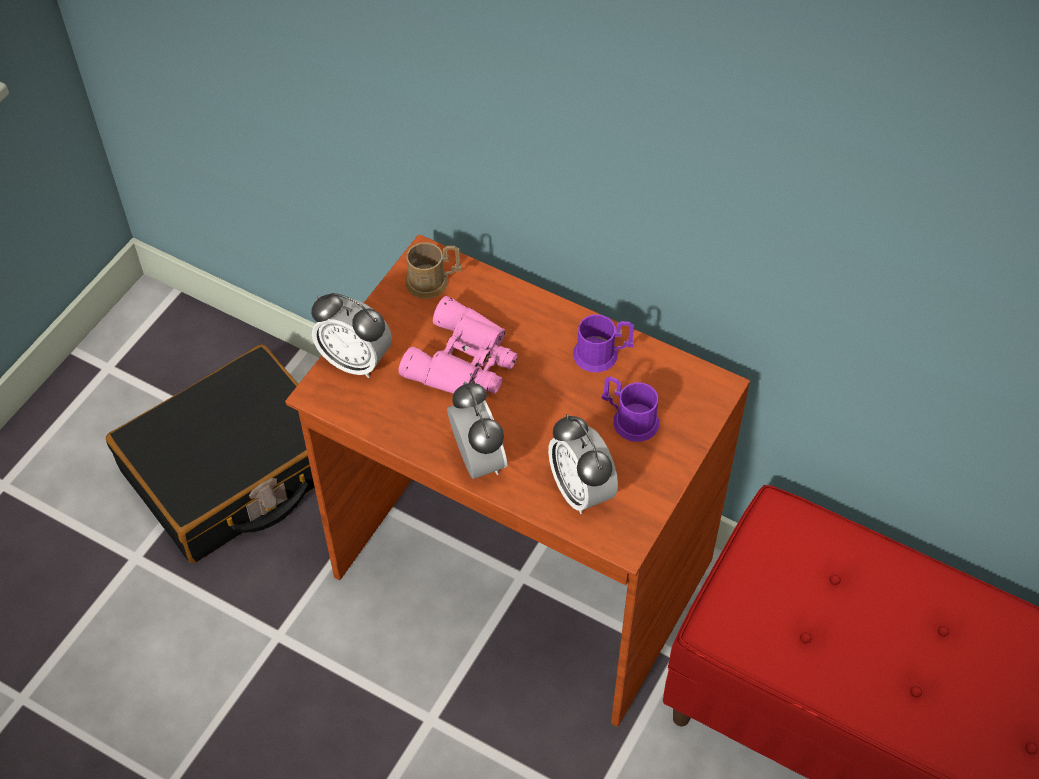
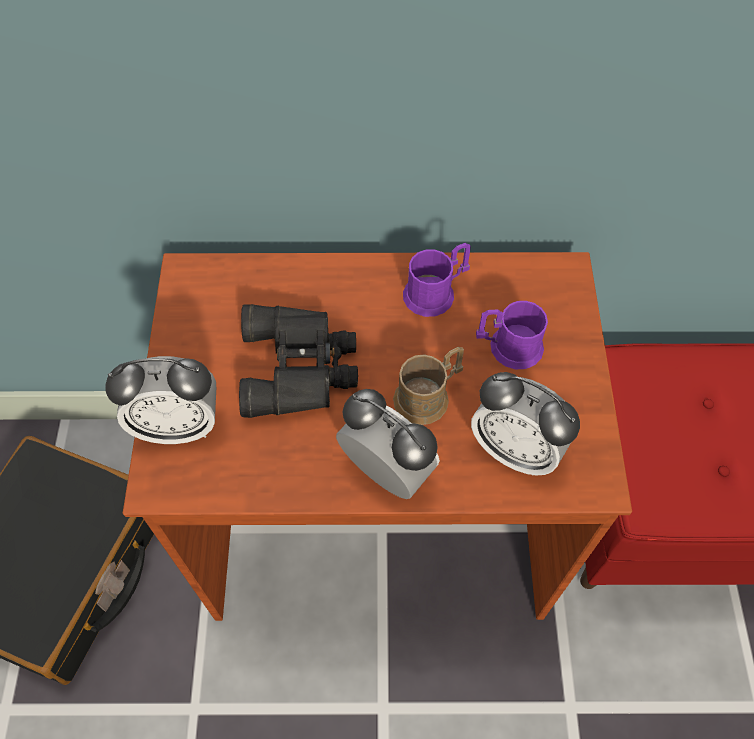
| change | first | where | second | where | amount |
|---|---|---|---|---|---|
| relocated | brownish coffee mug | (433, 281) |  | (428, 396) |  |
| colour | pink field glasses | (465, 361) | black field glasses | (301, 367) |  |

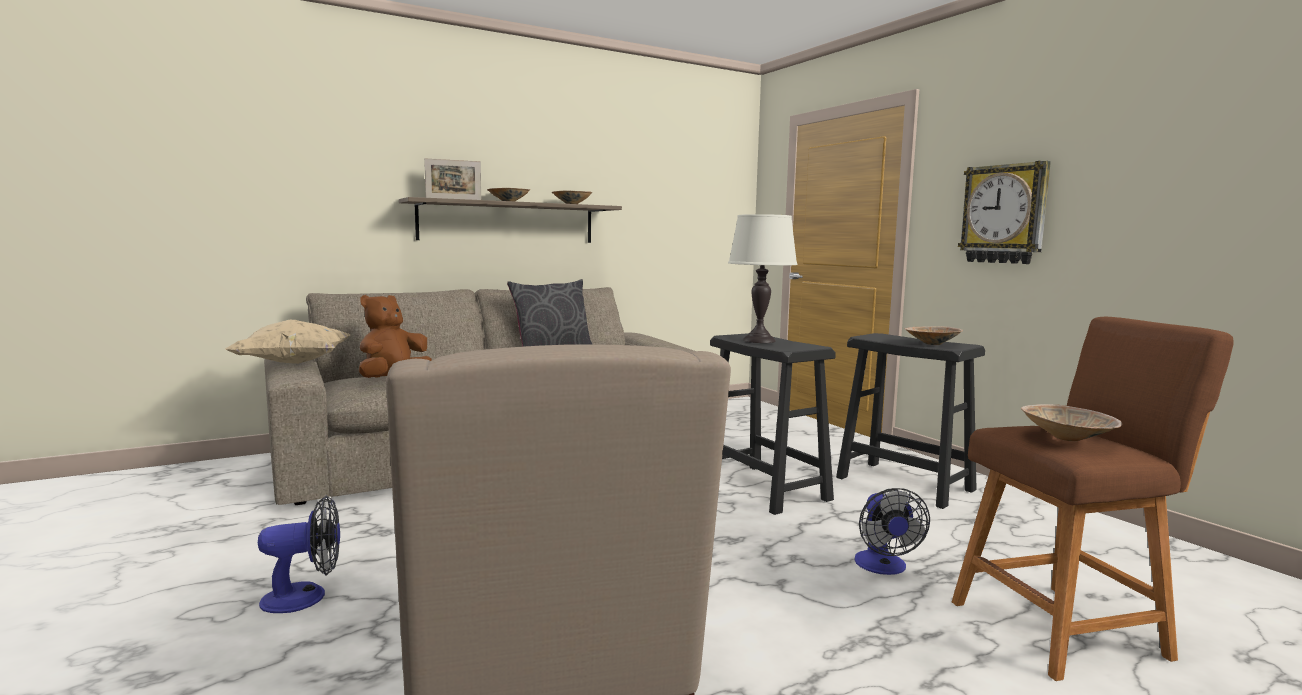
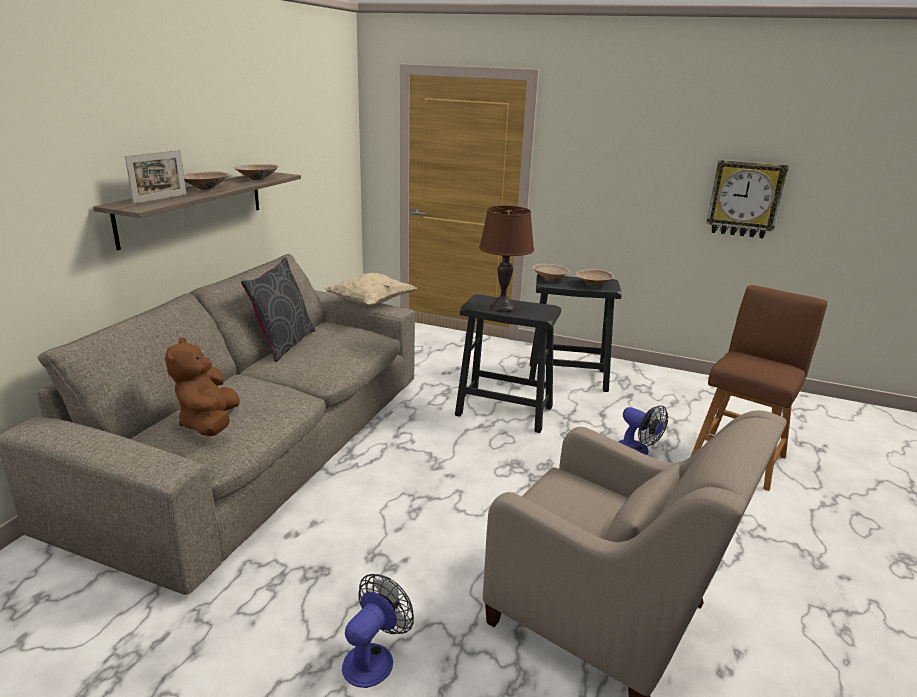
| change | first | where | second | where | amount |
|---|---|---|---|---|---|
| relocated | beige throw pillow | (293, 363) |  | (371, 303) |  |
| relocated | wall clock | (1004, 214) |  | (744, 199) |  |
| relocated | beige serving bowl | (1069, 439) |  | (550, 279) |  |
| colour | white tabletop lamp | (759, 340) | brownish tabletop lamp | (502, 307) |  |

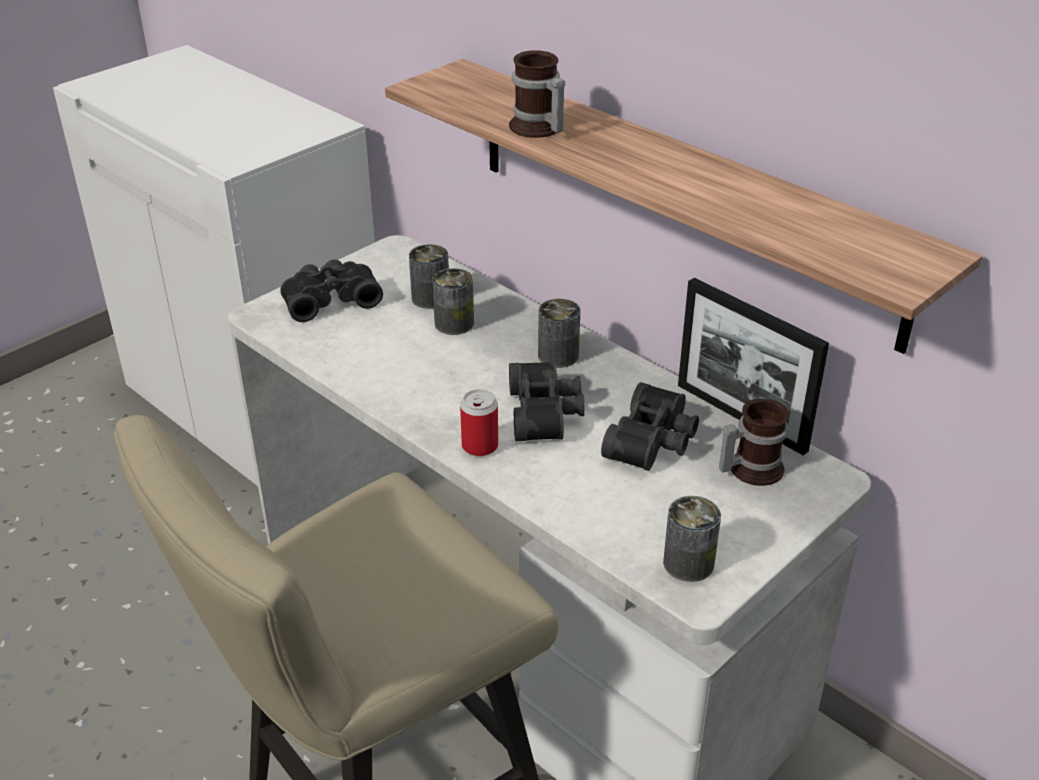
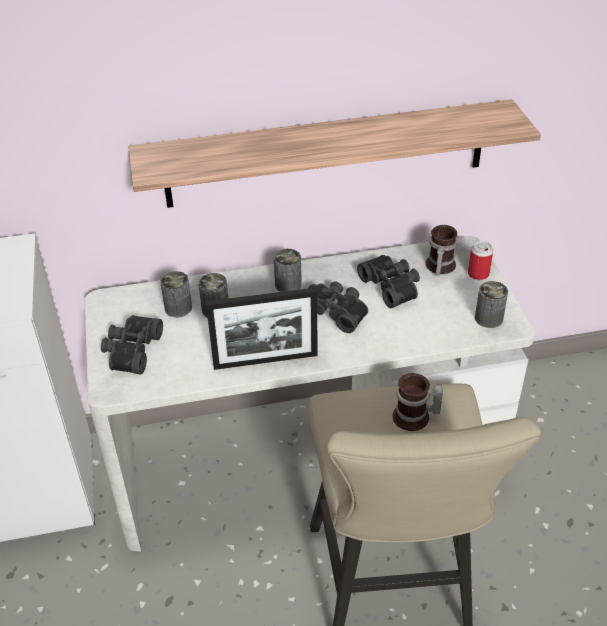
| change | first | where | second | where | amount |
|---|---|---|---|---|---|
| relocated | metal can | (480, 446) |  | (478, 274) |  |
| relocated | coffee mug | (536, 129) |  | (415, 418) |  |
| relocated | standing frame | (740, 417) |  | (265, 360) |  |

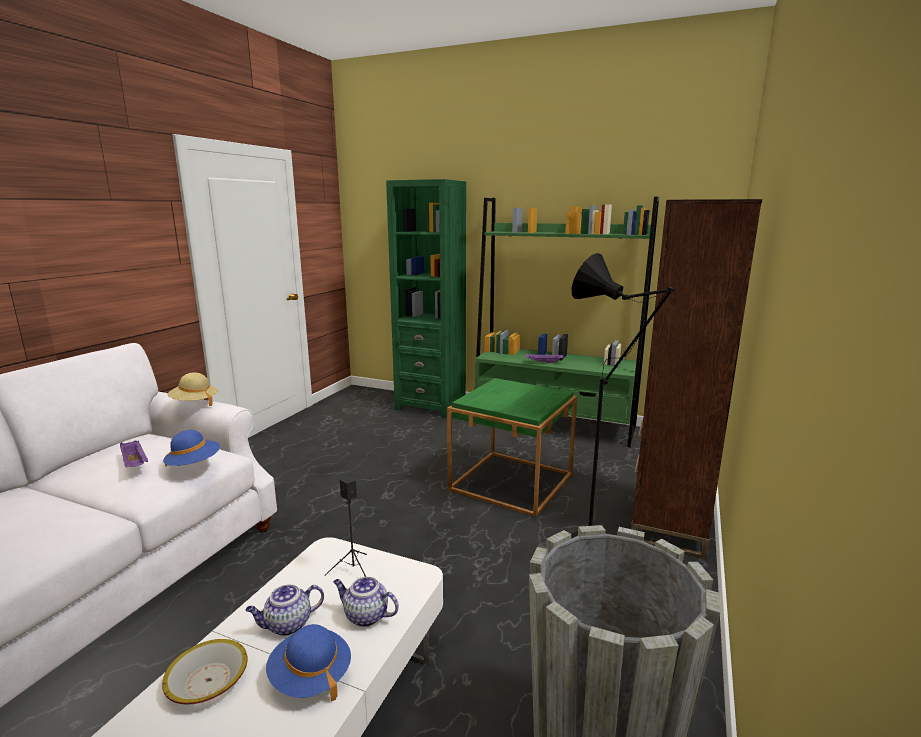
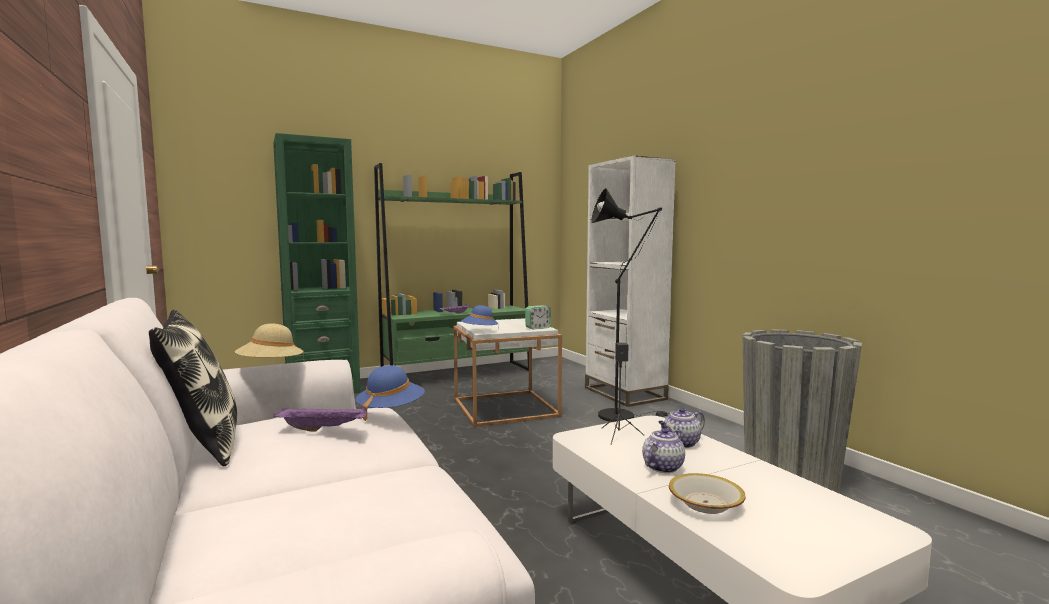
| change | first | where | second | where | amount |
|---|---|---|---|---|---|
| appeared |  |  | throw pillow | (203, 445) |  |
| appeared |  |  | alarm clock | (538, 328) |  |
| relocated | bluish wearable hat | (310, 677) |  | (479, 331) |  |
| colour | green-coloured accent table | (511, 482) | white accent table | (505, 407) |  |
| colour | brownish bookshelf | (668, 523) | white bookshelf | (624, 393) |  |
| spun | tea pot | (287, 625) |  | (663, 467) | 150 degrees counterclockwise |

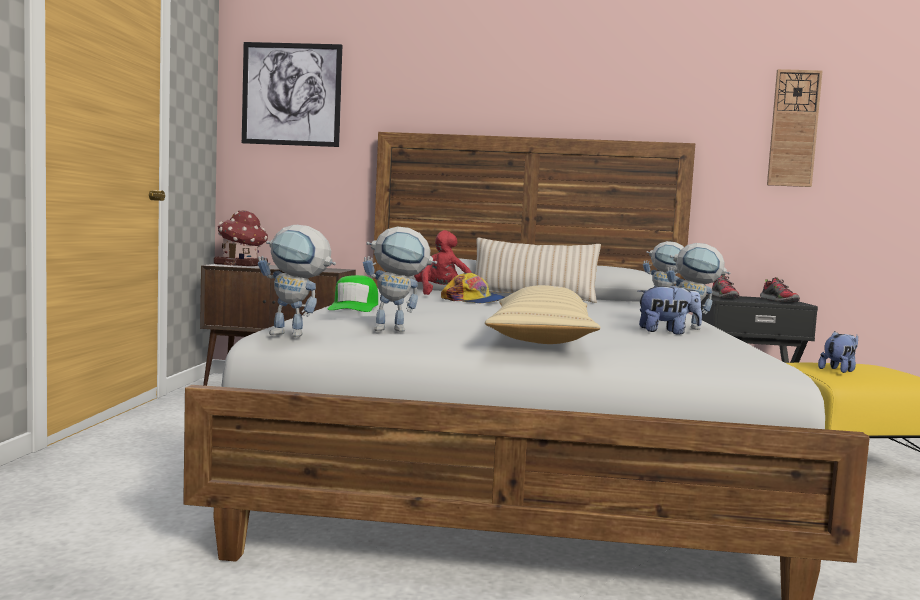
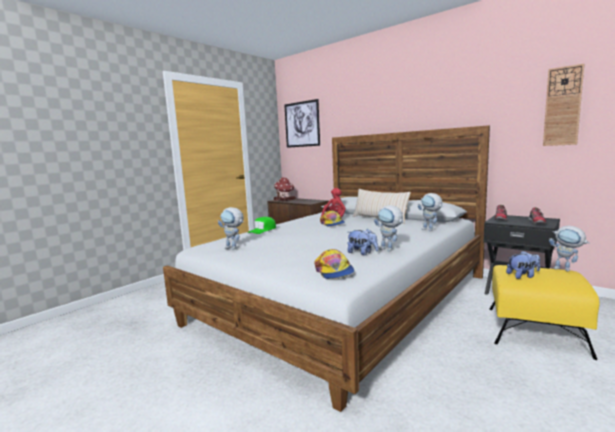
| change | first | where | second | where | amount |
|---|---|---|---|---|---|
| missing | beige throw pillow | (541, 337) |  |  |  |
| appeared |  |  | peaked cap | (334, 271) |  |
| relocated | model robot | (297, 335) |  | (566, 269) |  |

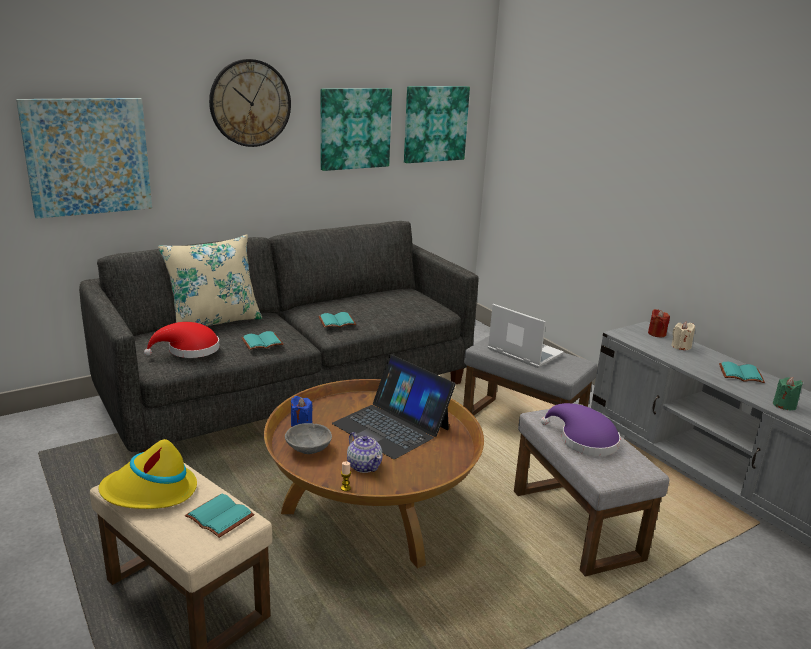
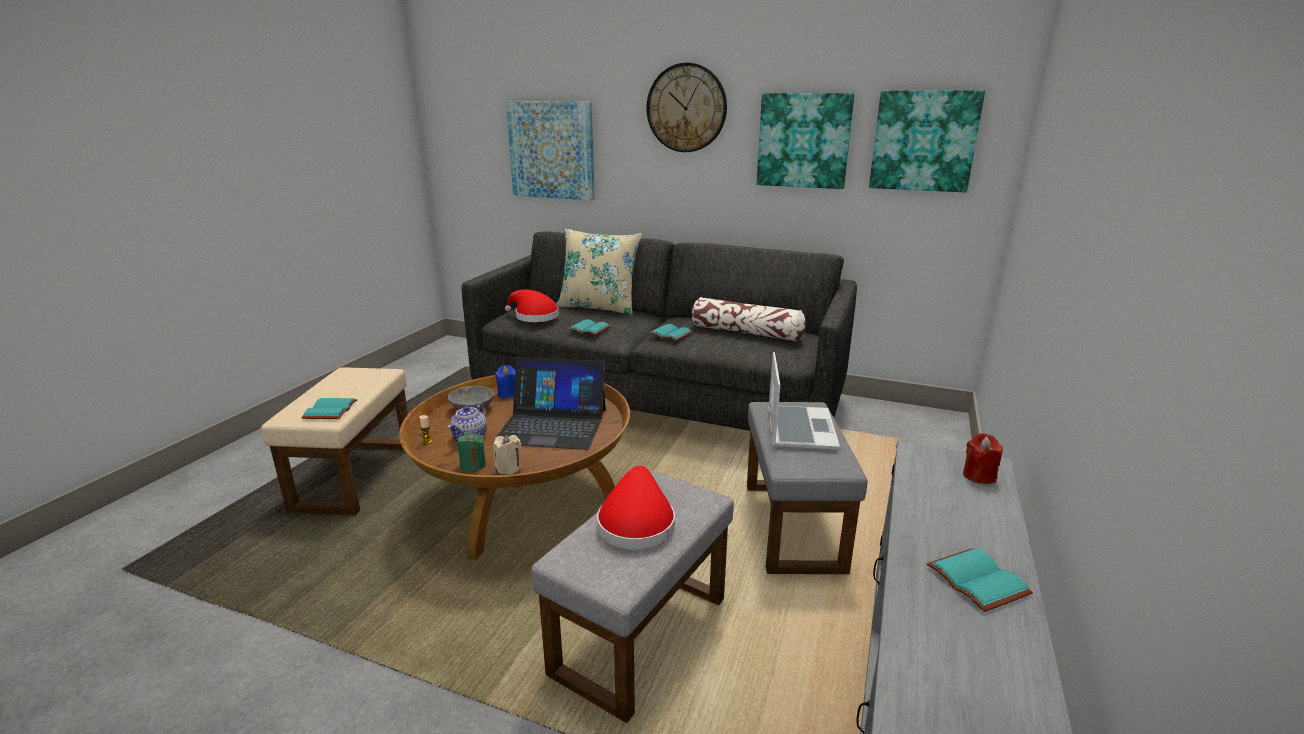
| change | first | where | second | where | amount |
|---|---|---|---|---|---|
| missing | yellow-coloured wearable hat | (150, 492) |  |  |  |
| appeared |  |  | throw pillow | (746, 332) |  |
| relocated | beige wax candle | (680, 346) |  | (508, 468) |  |
| relocated | green-coloured wax candle | (784, 405) |  | (473, 465) |  |
| colour | purplish wearable hat | (584, 440) | red-coloured wearable hat | (636, 522) |  |
| spun | portable computer | (392, 426) |  | (552, 425) | 90 degrees counterclockwise |

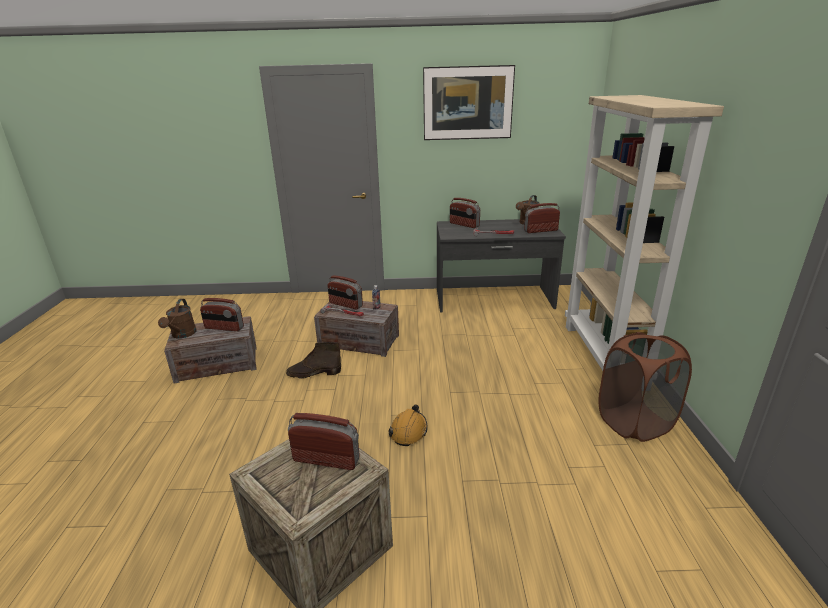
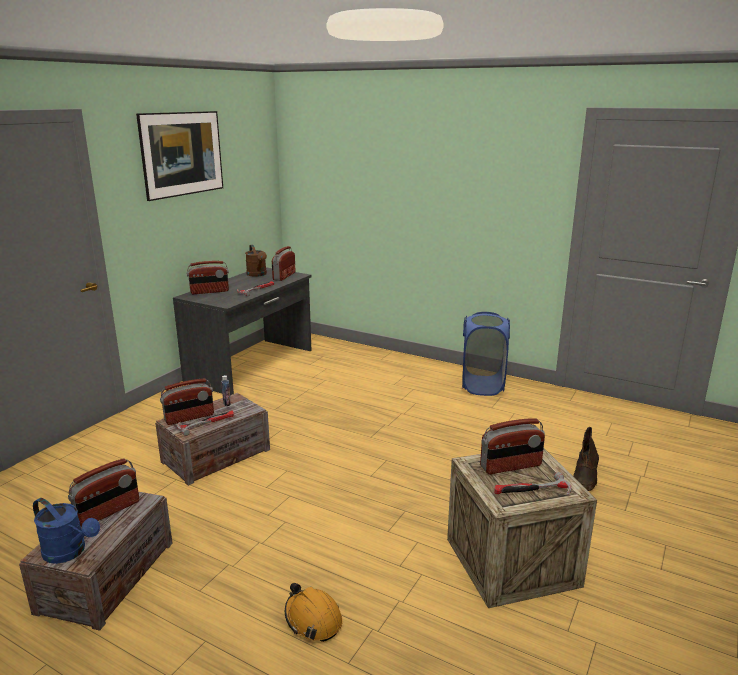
| change | first | where | second | where | amount |
|---|---|---|---|---|---|
| missing | beige bookshelf | (604, 355) |  |  |  |
| appeared |  |  | hammer | (531, 491) |  |
| relocated | brownish high-top boot | (313, 373) |  | (585, 476) |  |
| relocated | orangey safety helmet | (408, 431) |  | (313, 619) |  |
| colour | brownish sprinkling can | (182, 335) | bluish sprinkling can | (69, 552) |  |
| colour | brownish washing basket | (634, 423) | bluish washing basket | (482, 386) |  |
| spun | radio set | (326, 459) |  | (511, 466) | 150 degrees counterclockwise |

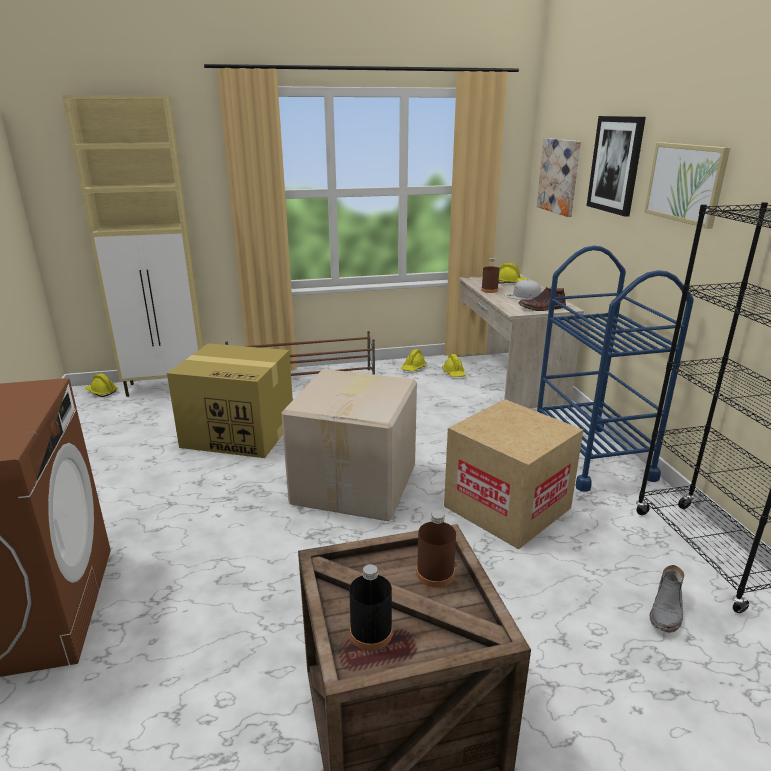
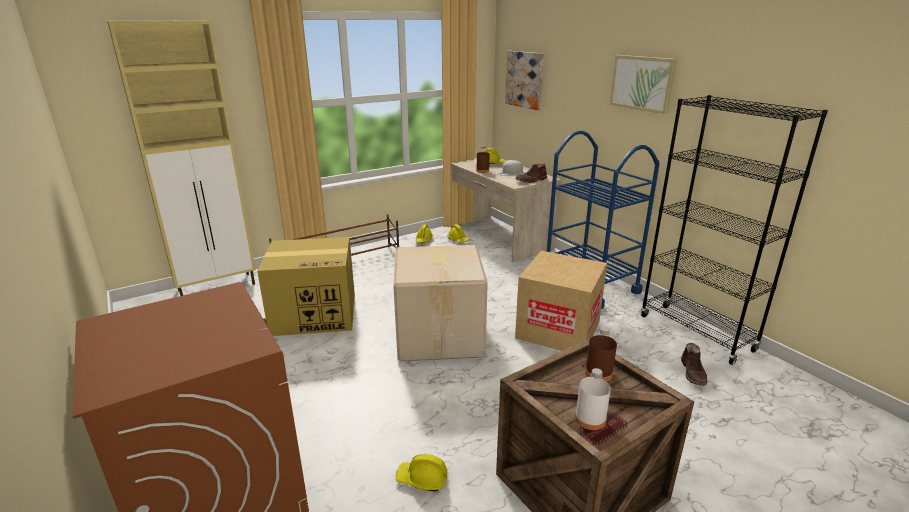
| change | first | where | second | where | amount |
|---|---|---|---|---|---|
| missing | picture | (616, 165) |  |  |  |
| relocated | yellow-coloured safety helmet | (101, 392) |  | (422, 479) |  |
| colour | black drink bottle | (371, 633) | white drink bottle | (590, 419) |  |
| colour | gray high-top boot | (666, 610) | brownish high-top boot | (693, 373) |  |

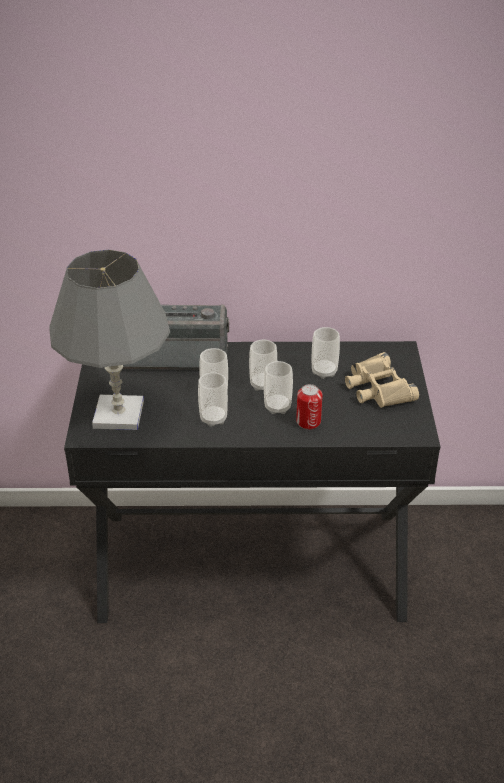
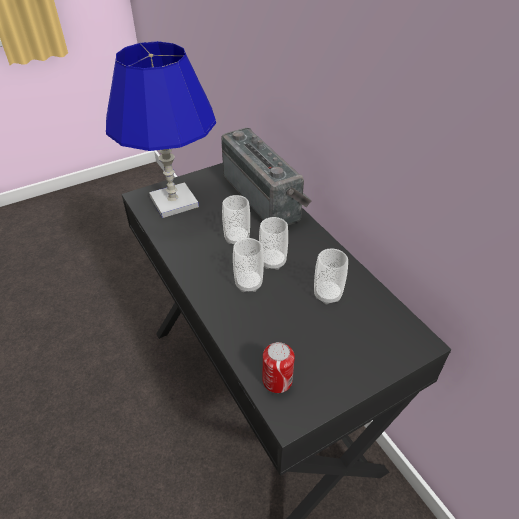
| change | first | where | second | where | amount |
|---|---|---|---|---|---|
| missing | small cup | (213, 418) |  |  |  |
| missing | beige field glasses | (377, 388) |  |  |  |
| relocated | metal can | (308, 422) |  | (277, 380) |  |
| colour | gray tabletop lamp | (118, 415) | bluish tabletop lamp | (173, 202) |  |

